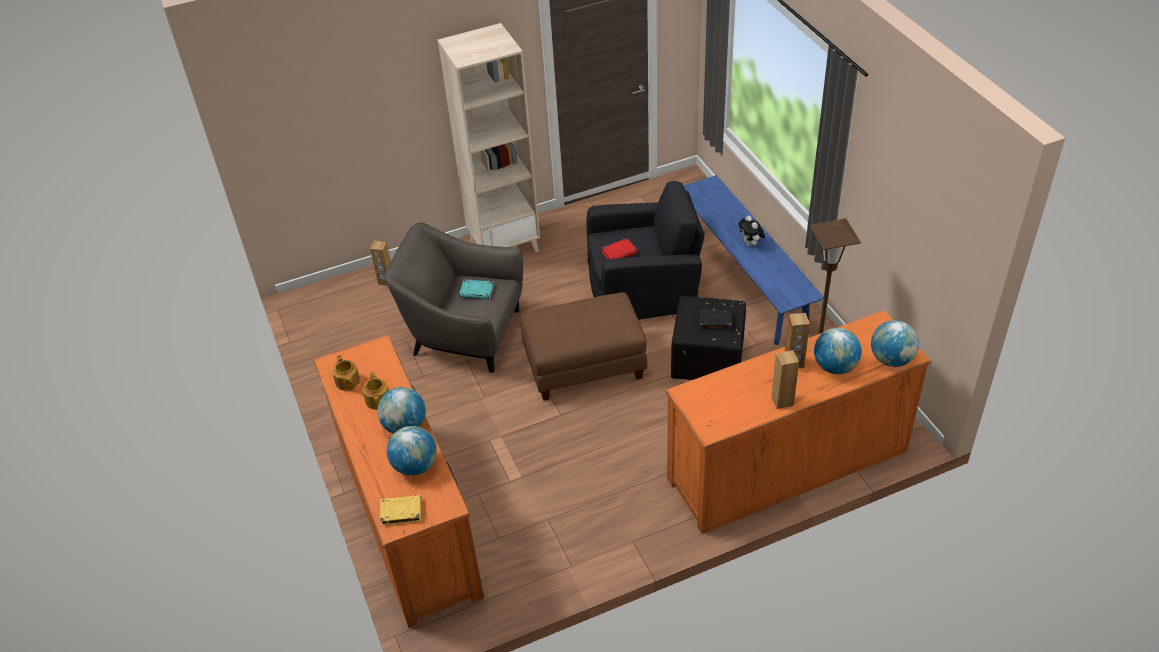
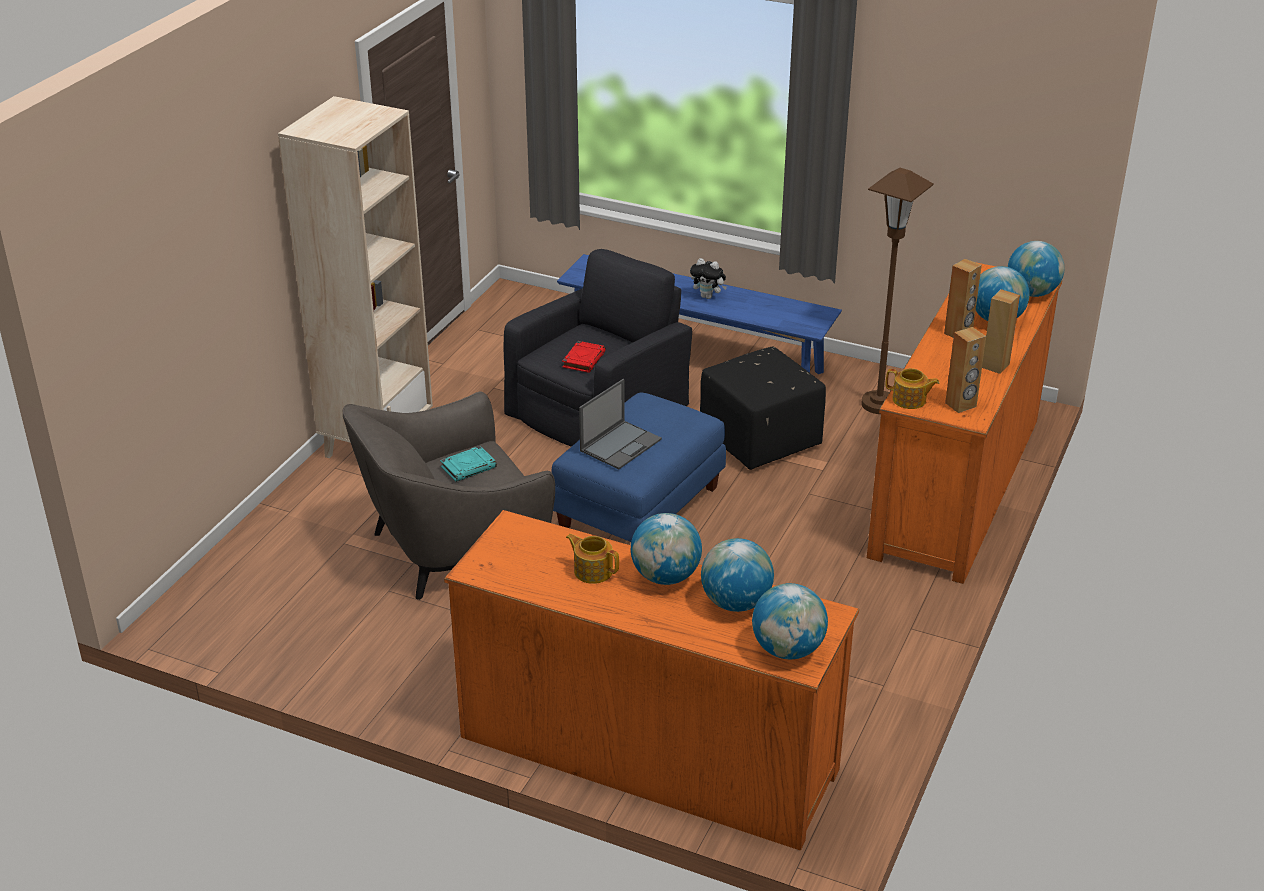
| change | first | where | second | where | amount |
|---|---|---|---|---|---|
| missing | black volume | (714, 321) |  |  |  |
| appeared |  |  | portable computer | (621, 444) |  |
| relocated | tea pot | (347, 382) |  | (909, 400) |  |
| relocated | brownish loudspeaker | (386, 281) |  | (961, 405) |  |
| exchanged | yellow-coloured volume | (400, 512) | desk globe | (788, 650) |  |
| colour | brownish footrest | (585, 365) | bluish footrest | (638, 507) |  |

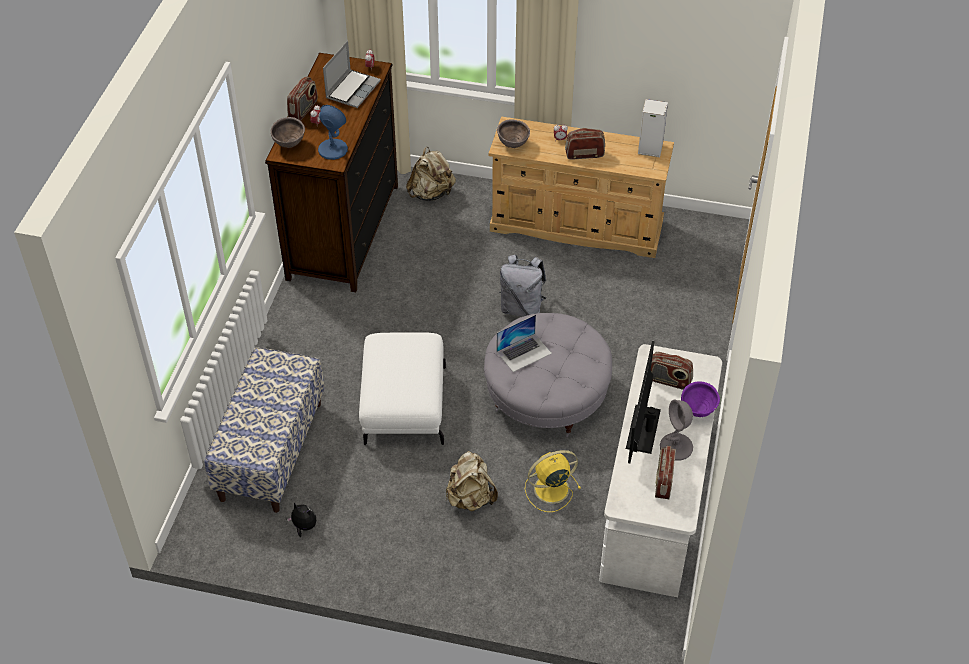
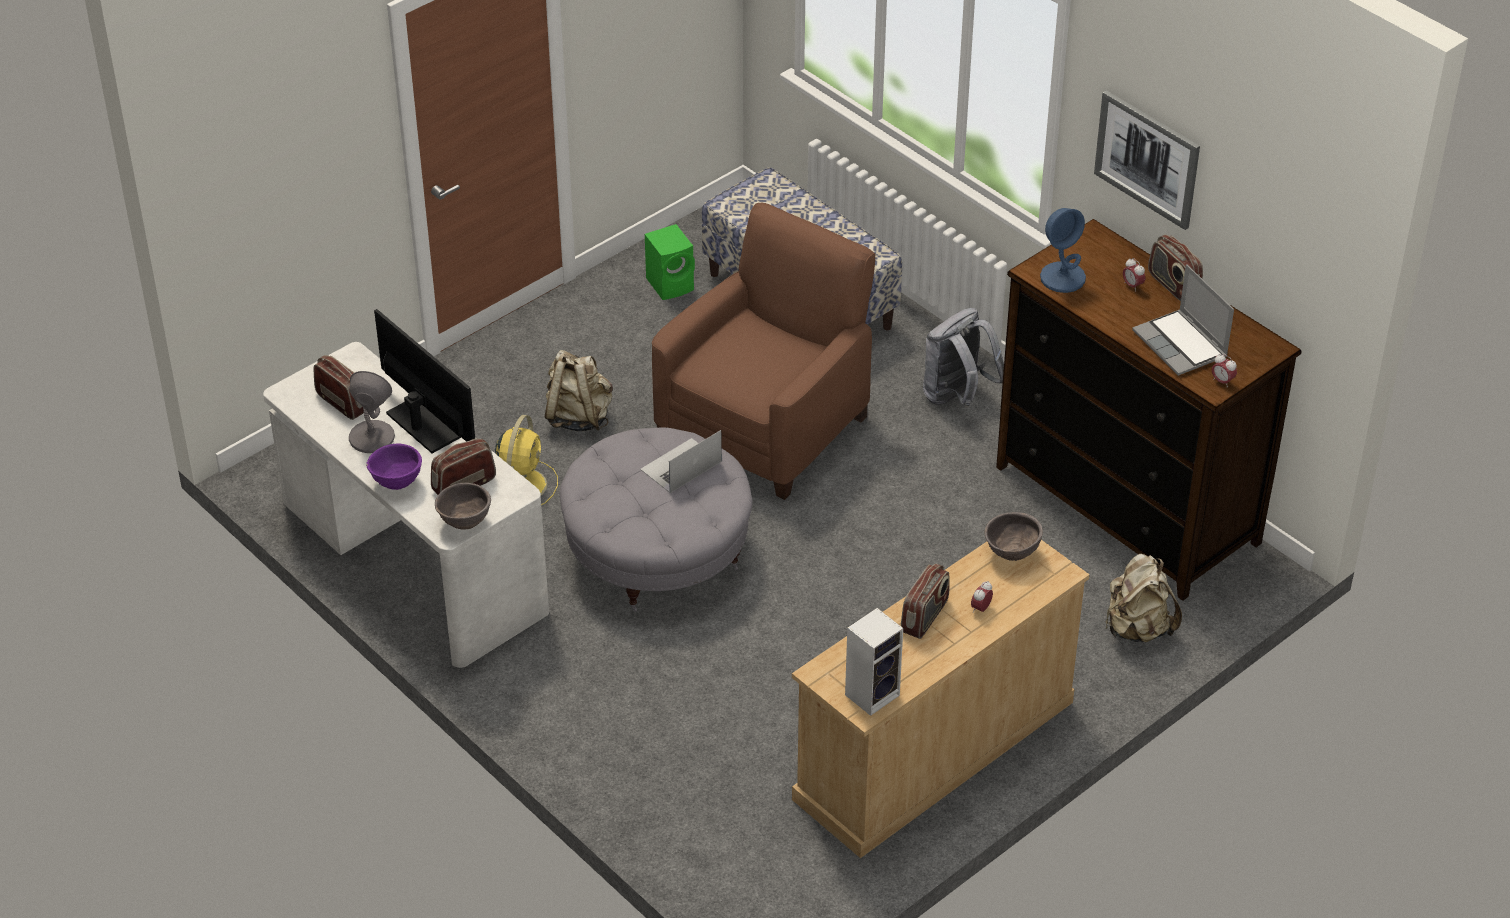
| change | first | where | second | where | amount |
|---|---|---|---|---|---|
| appeared |  |  | picture | (1147, 158) |  |
| relocated | brownish serving bowl | (289, 144) |  | (465, 523) |  |
| relocated | gray knapsack | (522, 308) |  | (957, 397) |  |
| exchanged | plush toy | (303, 527) | green-coloured loudspeaker | (671, 284) |  |
| exchanged | white footrest | (403, 405) | brownish armchair | (765, 426) |  |
| spun | portable computer | (524, 352) |  | (681, 466) | 45 degrees clockwise |

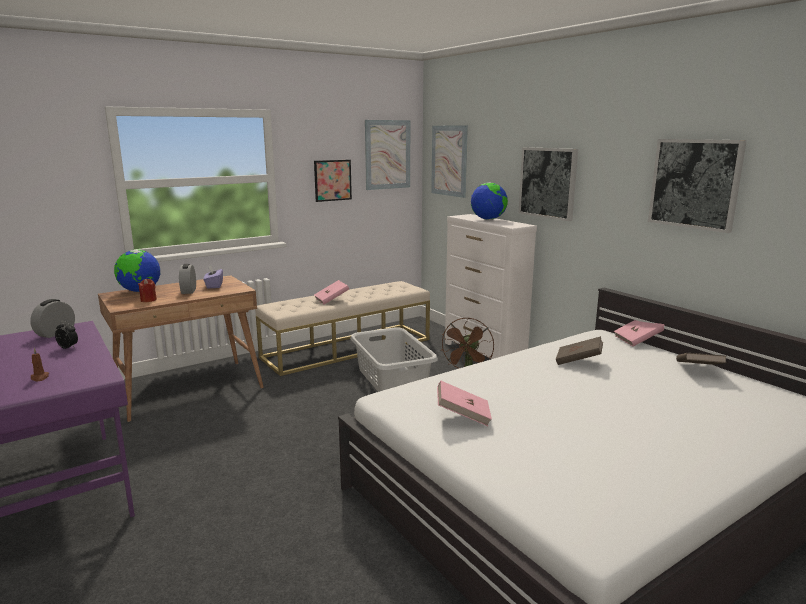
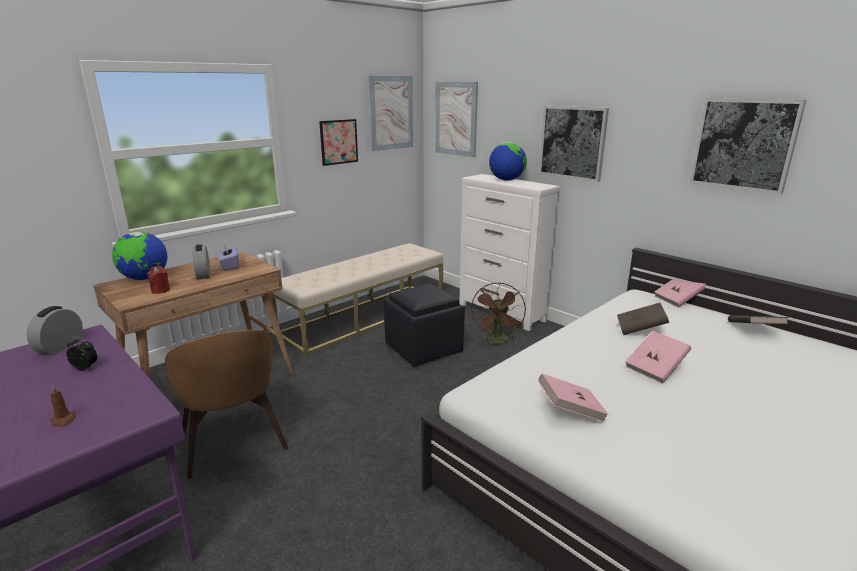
| change | first | where | second | where | amount |
|---|---|---|---|---|---|
| appeared |  |  | brownish plain chair | (234, 442) |  |
| relocated | pink volume | (331, 300) |  | (655, 368) |  |
| exchanged | gray washing basket | (392, 378) | black footrest | (423, 348) |  |

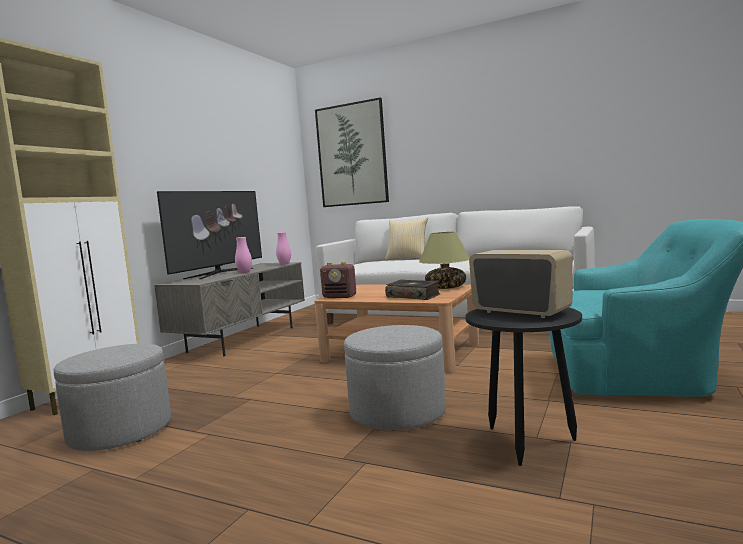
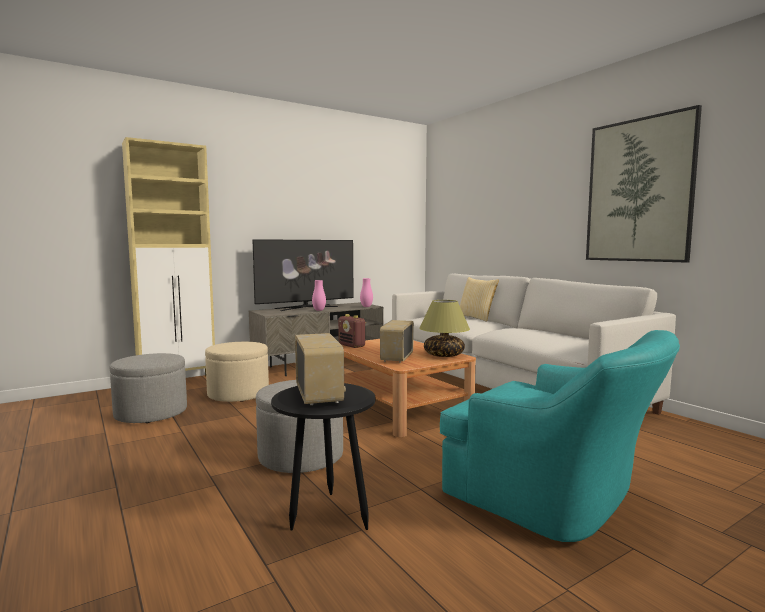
| change | first | where | second | where | amount |
|---|---|---|---|---|---|
| appeared |  |  | beige footrest | (238, 394) |  |
| relocated | picture | (352, 155) |  | (639, 190) |  |
| exchanged | volume | (413, 296) | radio set | (396, 358) |  |

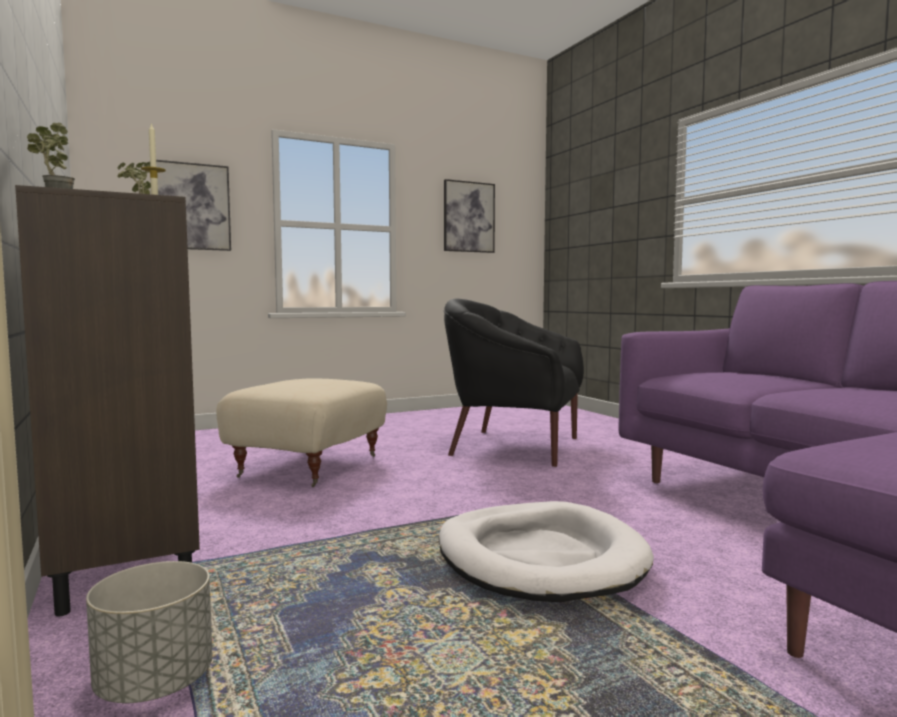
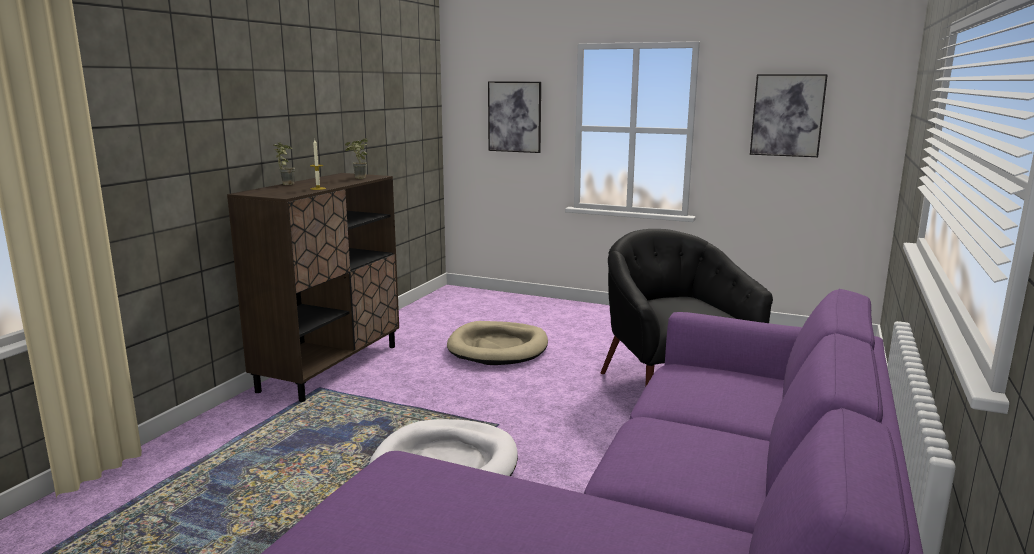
| change | first | where | second | where | amount |
|---|---|---|---|---|---|
| missing | gray planter | (155, 683) |  |  |  |
| exchanged | beige footrest | (307, 466) | beige pet bed | (498, 348) |  |

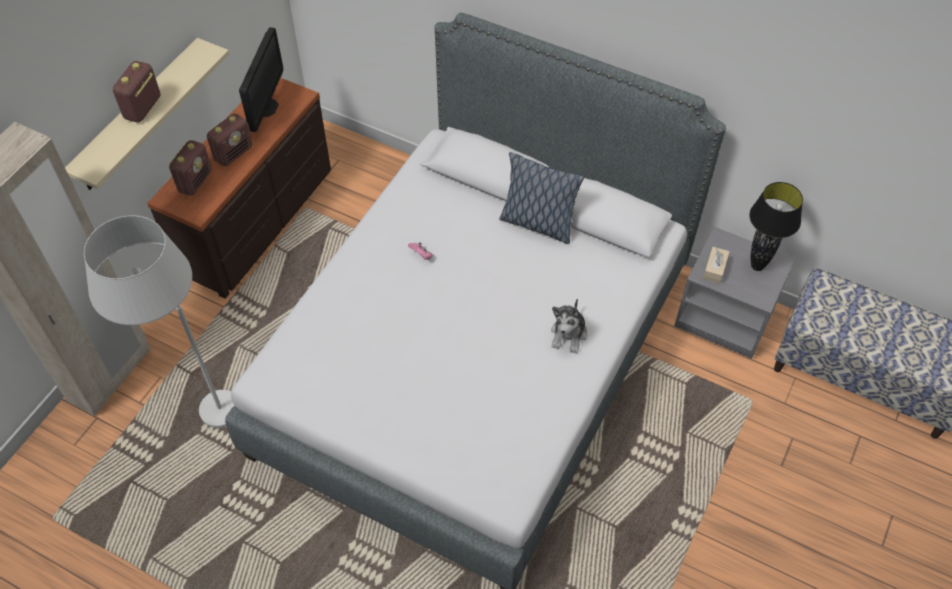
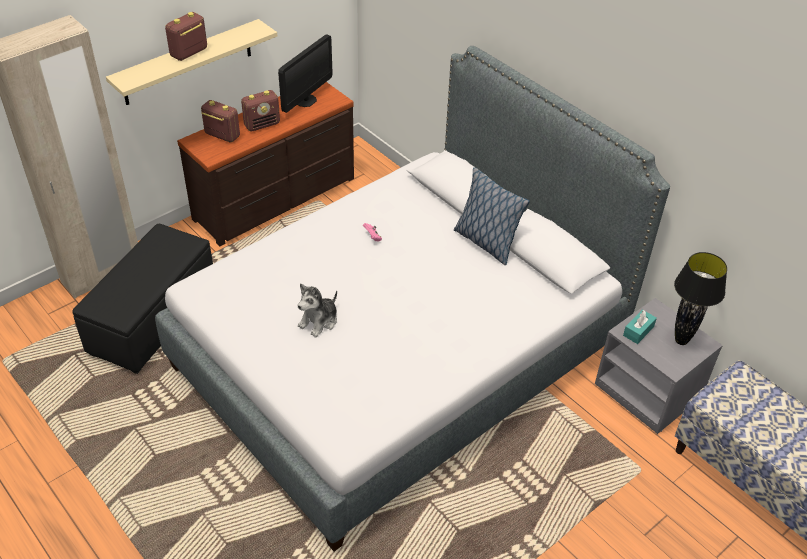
| change | first | where | second | where | amount |
|---|---|---|---|---|---|
| relocated | plush toy | (569, 334) |  | (319, 321) |  |
| exchanged | white floor lamp | (197, 409) | black footrest | (154, 318) |  |
| colour | beige tissue box | (714, 269) | turquoise-coloured tissue box | (638, 331) |  |
| spun | radio set | (195, 181) |  | (222, 135) | 105 degrees counterclockwise |

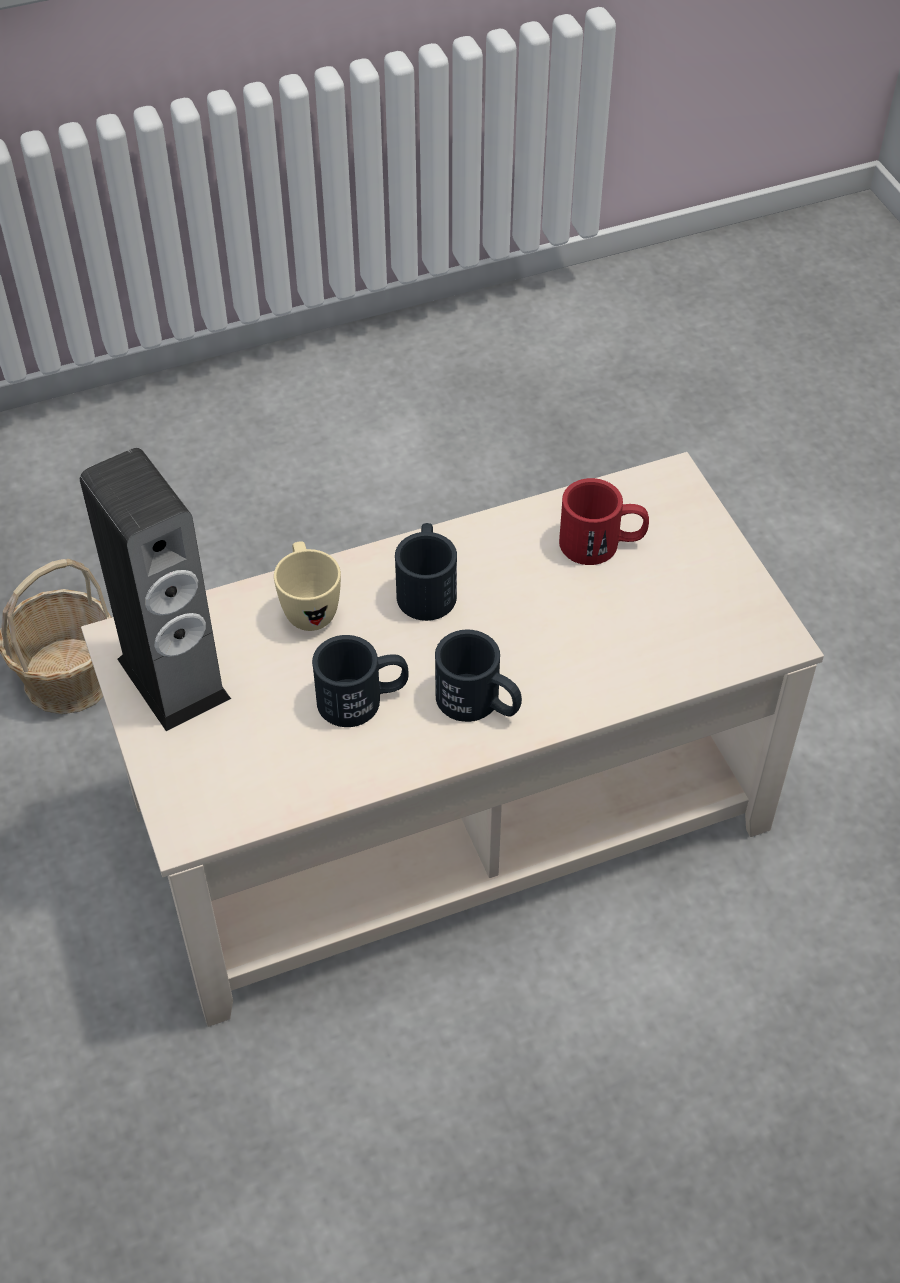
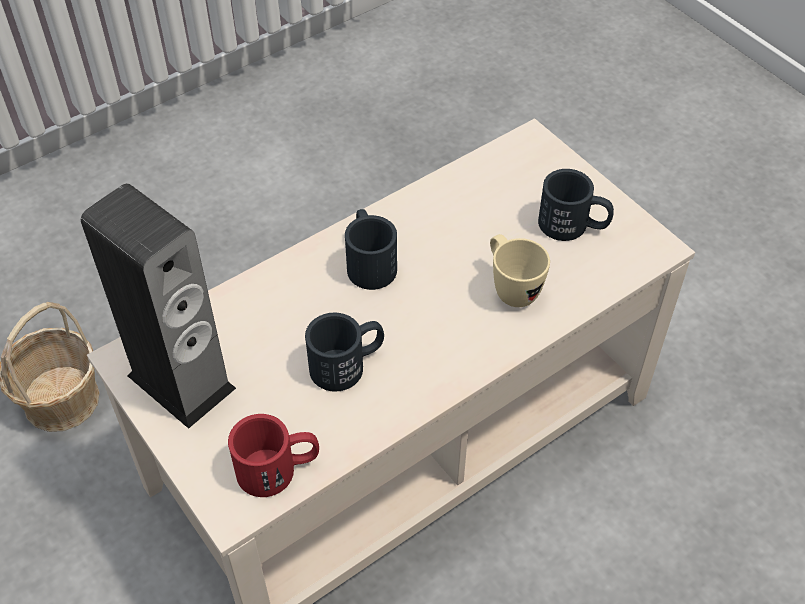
| change | first | where | second | where | amount |
|---|---|---|---|---|---|
| relocated | beige coffee mug | (309, 607) |  | (511, 288) |  |
| relocated | black coffee mug | (479, 703) |  | (573, 226) |  |
| relocated | red-coloured coffee mug | (602, 543) |  | (278, 469) |  |

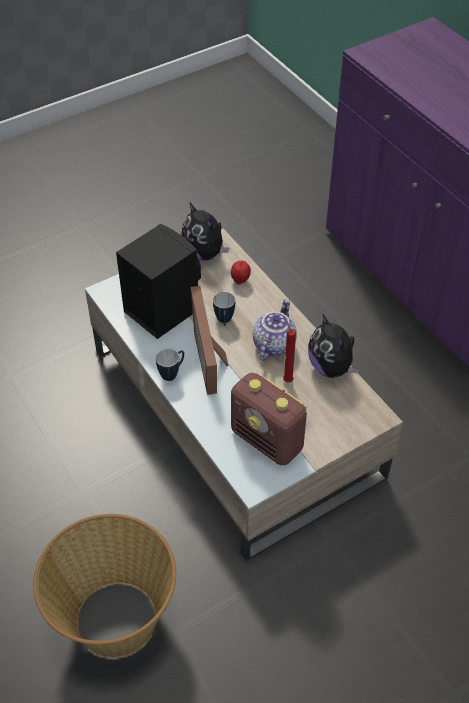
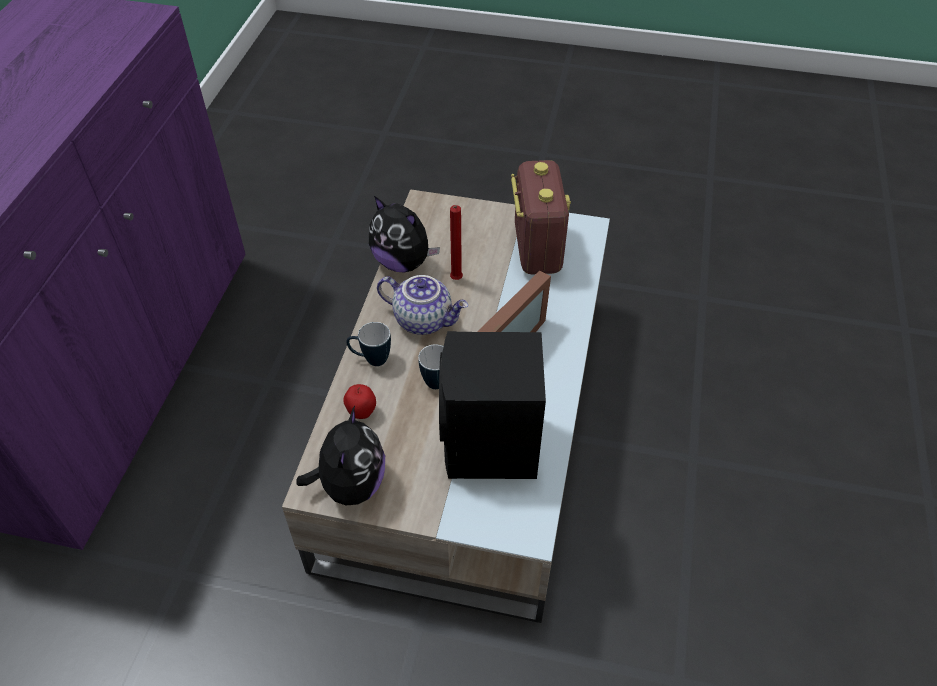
| change | first | where | second | where | amount |
|---|---|---|---|---|---|
| missing | basket | (114, 619) |  |  |  |
| relocated | coffee mug | (172, 373) |  | (371, 359) |  |
| spun | tea pot | (273, 344) |  | (424, 319) | 135 degrees counterclockwise |
| spun | plush toy | (331, 367) |  | (403, 262) | 105 degrees clockwise |

